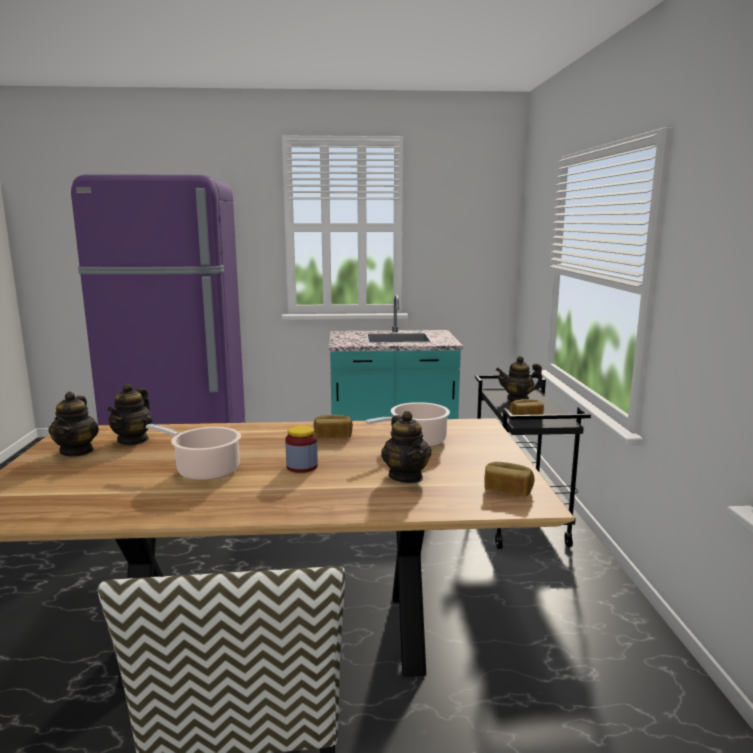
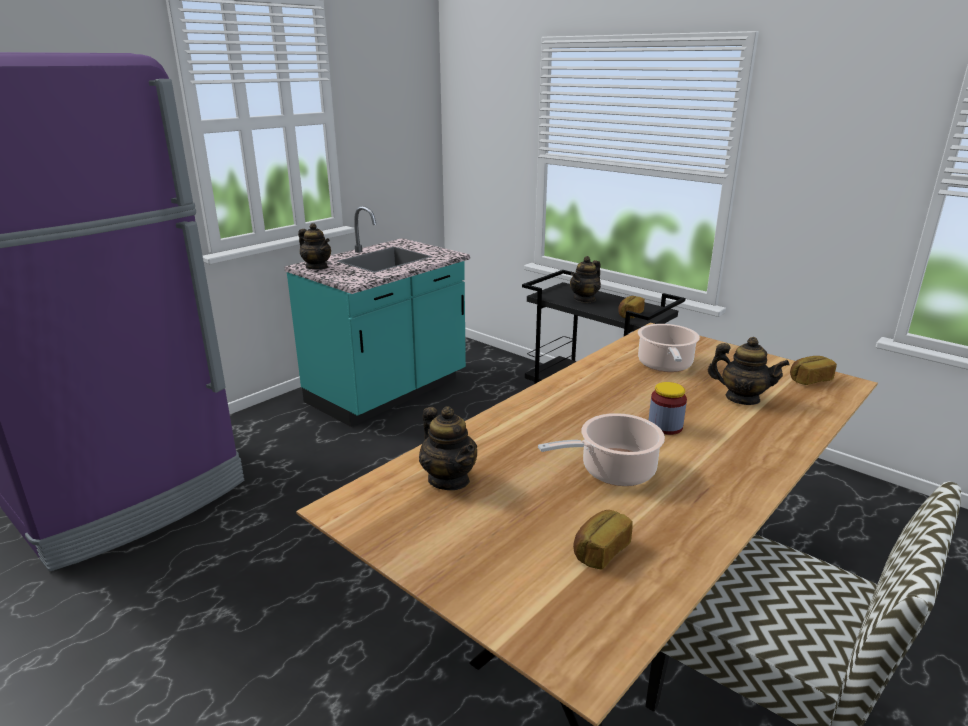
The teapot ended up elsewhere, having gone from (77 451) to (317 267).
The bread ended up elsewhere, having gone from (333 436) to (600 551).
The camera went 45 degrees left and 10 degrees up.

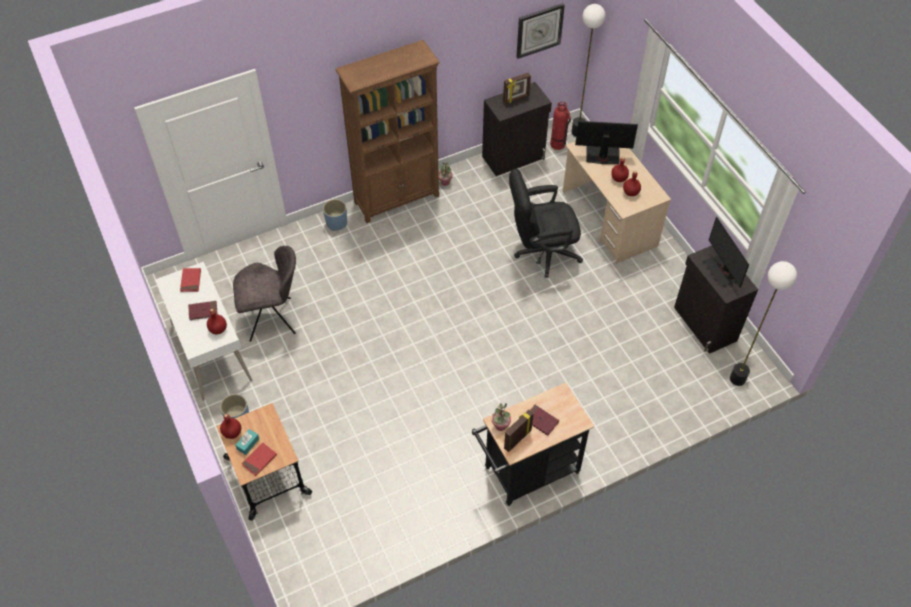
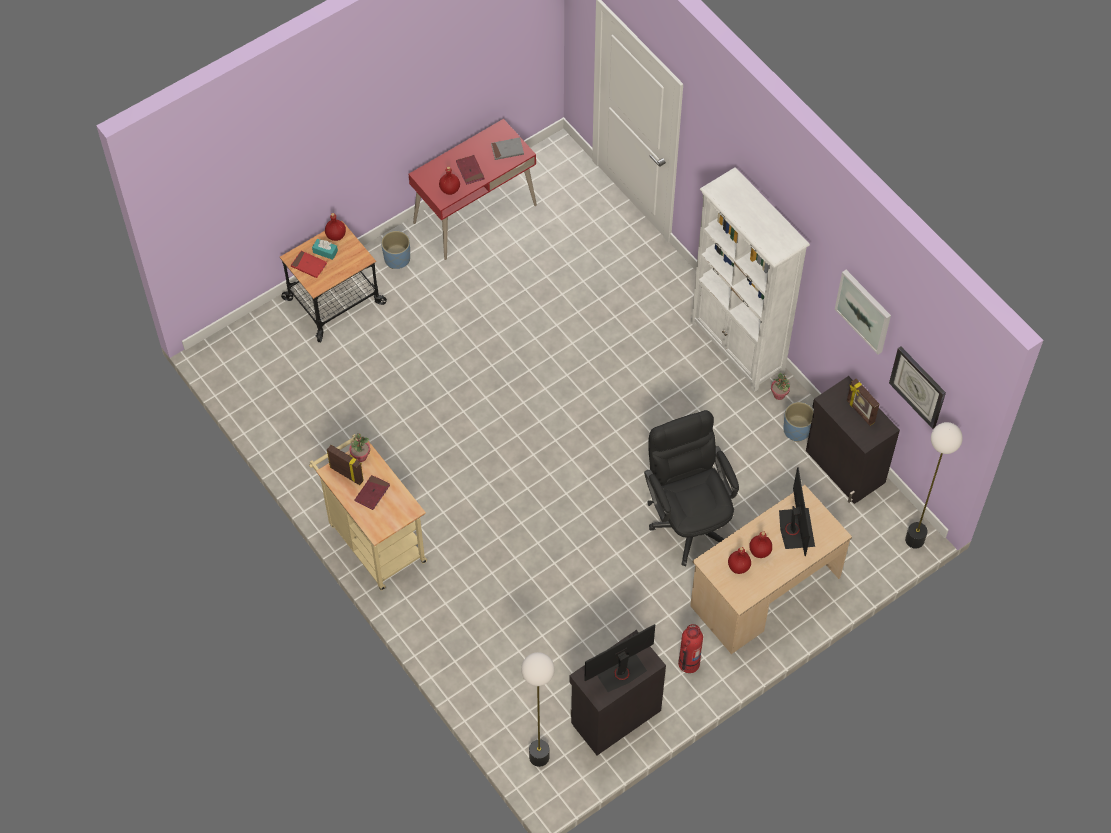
What was the bookcase (brown) at (397 199) turned into the bookcase (white) at (737 347).
The fire extinguisher ended up elsewhere, having gone from (557 144) to (688 663).
The planter (blue) ended up elsewhere, having gone from (336 223) to (797 430).
The second view lost the chair (grey) at (273 319).
What was the desk (white) at (210 352) turned into the desk (red) at (474 214).
What was the book (red) at (191 281) turned into the book (grey) at (507 150).
What was the cart (black) at (526 473) turned into the cart (beige) at (373 539).
The second view gained the picture at (864 311).
The camera went 80 degrees right and 5 degrees up.

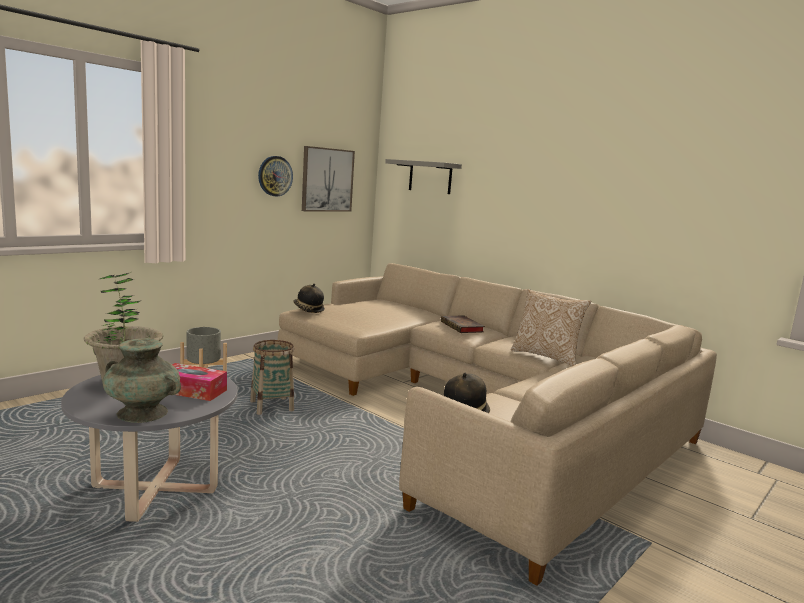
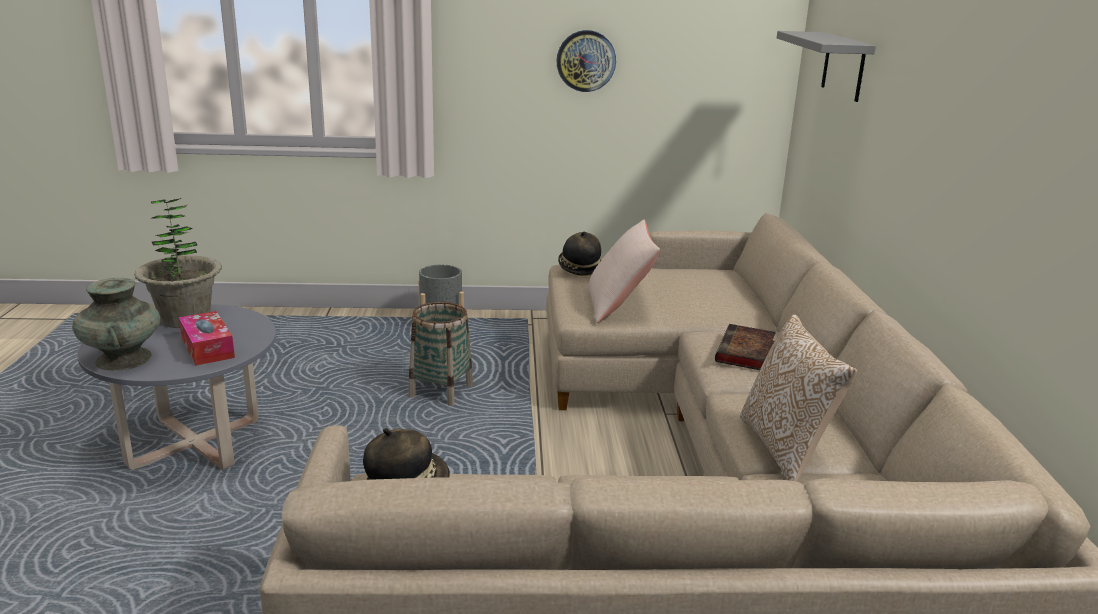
The second view lost the picture at (327 180).
The second view gained the pillow (beige) at (618 305).
The camera went 45 degrees right and 10 degrees up.

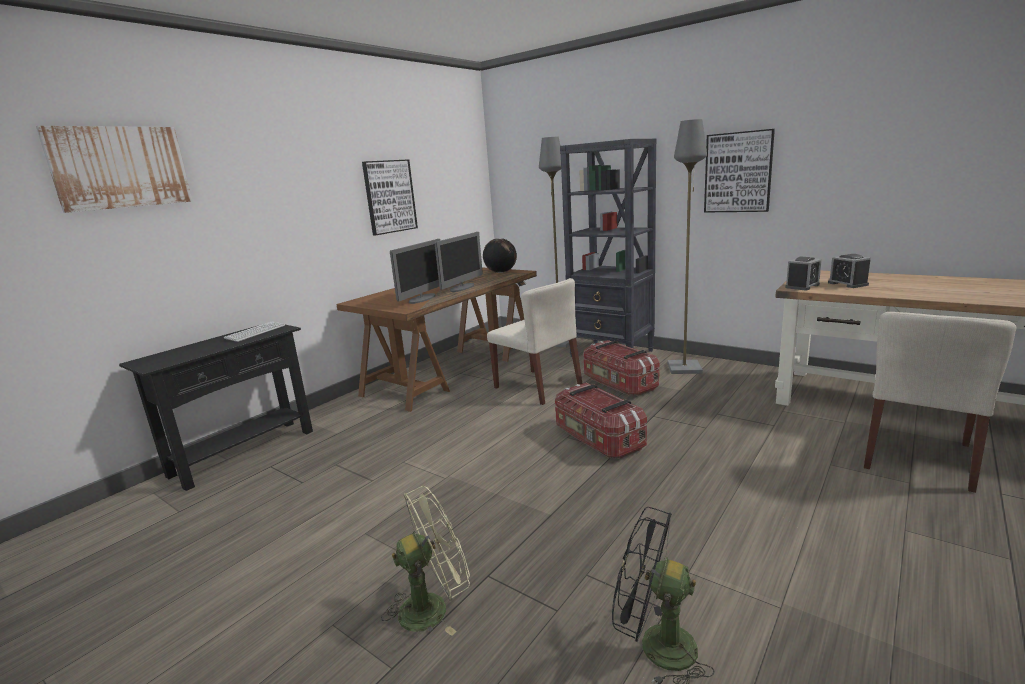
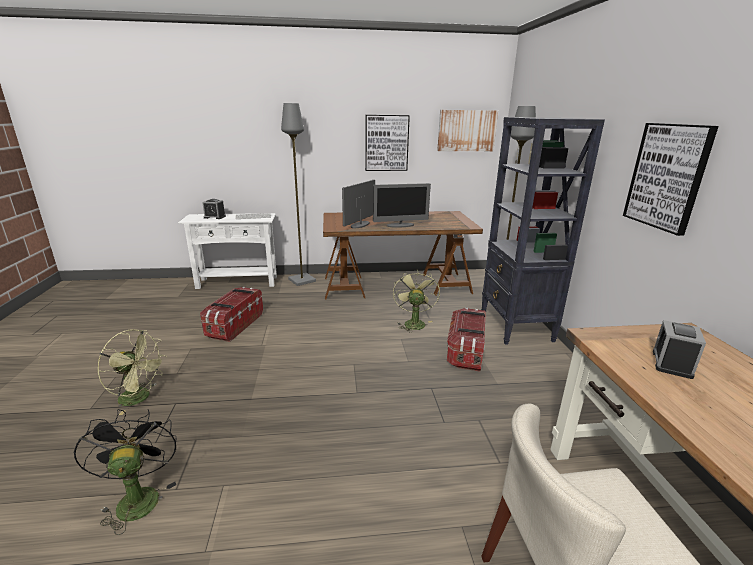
The floor lamp (grey) ended up elsewhere, having gone from (684 368) to (302 280).
The picture ended up elsewhere, having gone from (120 167) to (466 130).
The second view lost the globe at (500 272).
The monitor at (422 299) ended up facing another way, 135 degrees clockwise from before.
The alarm clock ended up elsewhere, having gone from (802 286) to (214 217).
Where the chair (beige) stood at (538 386), the fan (green) came to stand at (413 322).
What was the console table (black) at (244 452) turned into the console table (white) at (237 282).
The storage box ended up elsewhere, having gone from (597 439) to (234 325).
The camera went 45 degrees right and 5 degrees up.

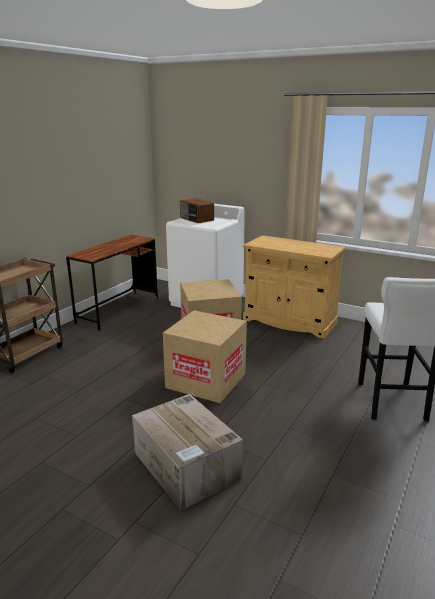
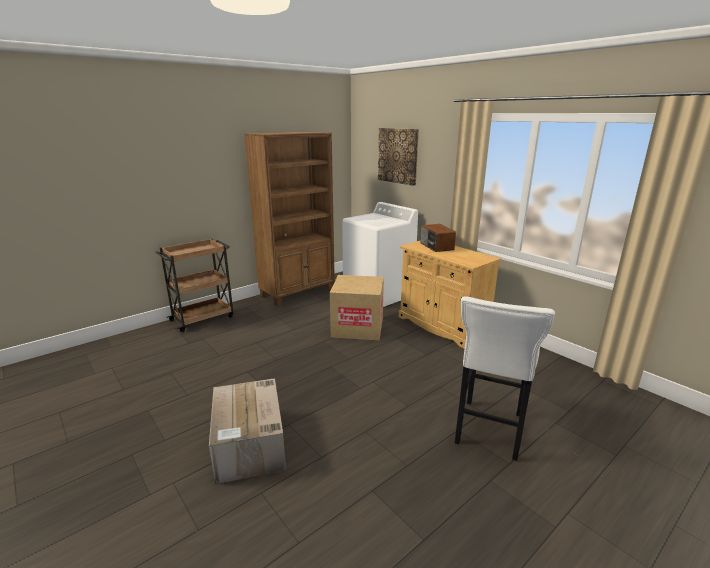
The radio ended up elsewhere, having gone from (196 219) to (436 246).
Where the desk (brown) stood at (118 310), the bookcase (brown) came to stand at (298 292).
The second view lost the cardboard box at (206 380).
The second view gained the picture at (398 156).
The camera went 20 degrees right and 0 degrees up.

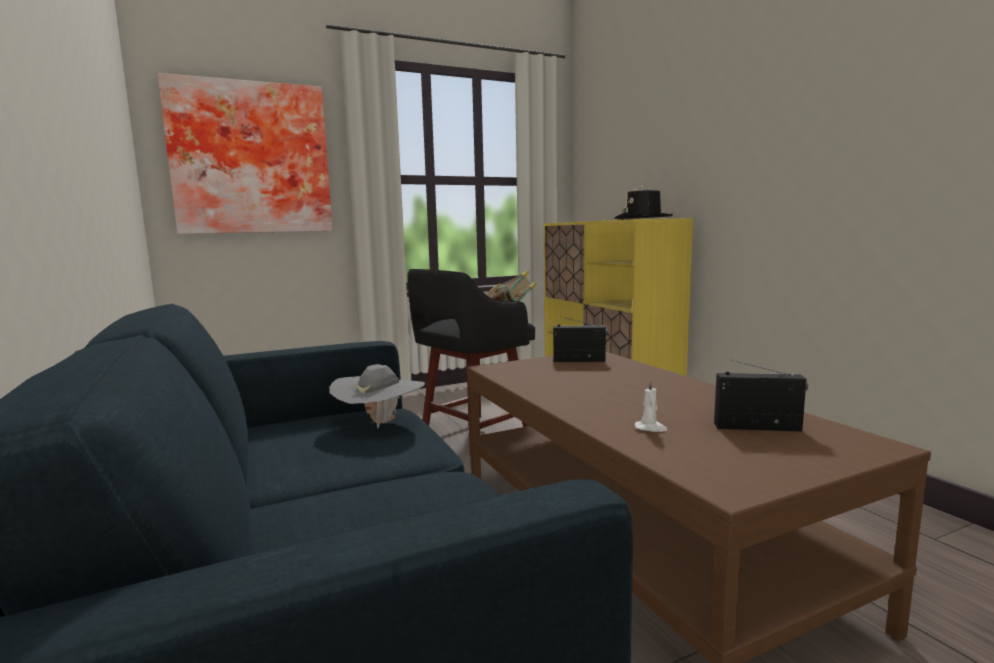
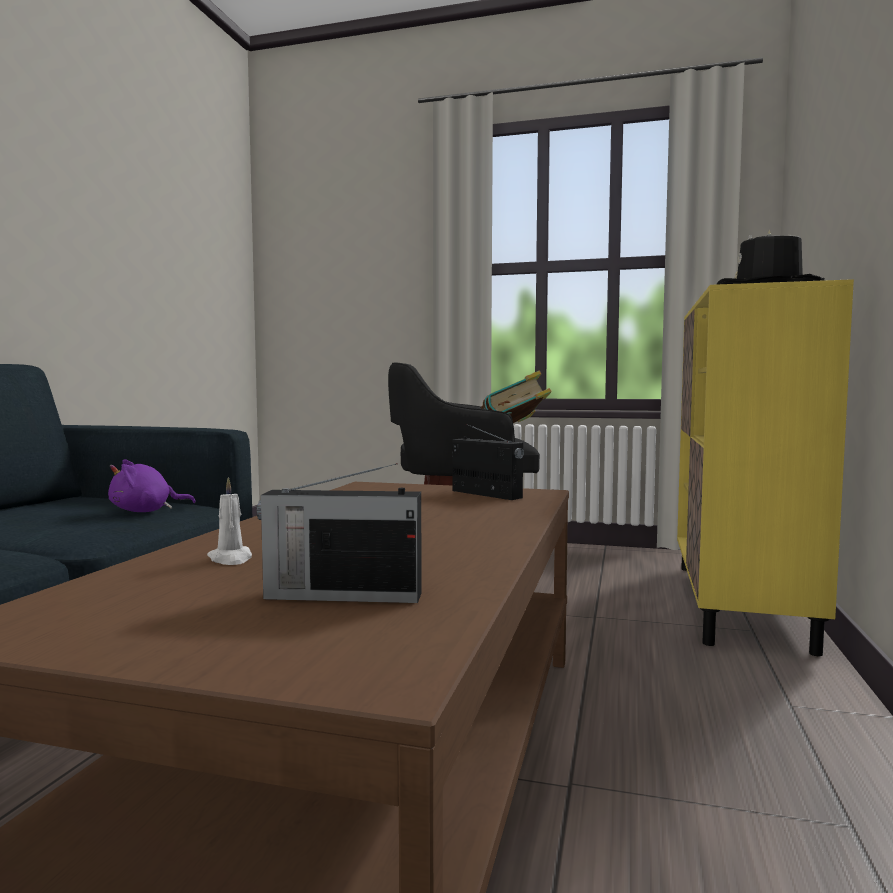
The second view lost the picture at (251 159).
The radio at (759 427) ended up facing another way, 135 degrees clockwise from before.
Where the hat (grey) stood at (380 423), the plush toy (purple) came to stand at (146 511).
The camera went 40 degrees right and 5 degrees down.

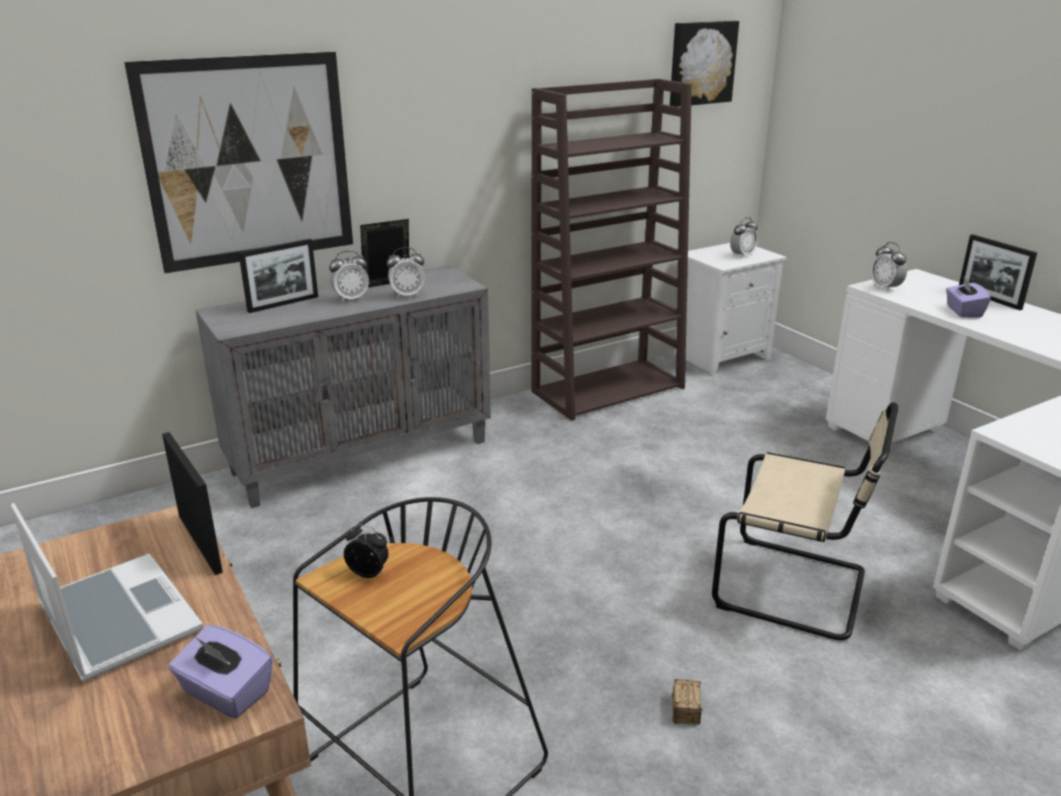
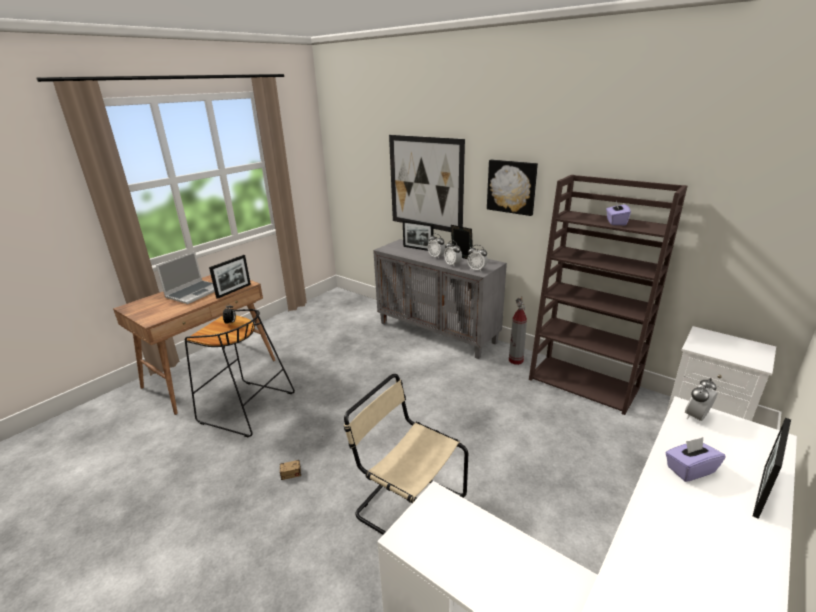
The picture ended up elsewhere, having gone from (701 63) to (512 186).
The alarm clock ended up elsewhere, having gone from (742 255) to (477 269).
The chair (beige) at (796 589) ended up facing another way, 120 degrees clockwise from before.
The tissue box (purple) ended up elsewhere, having gone from (225 693) to (615 222).
The second view gained the fire extinguisher at (516 360).
The camera went 70 degrees right and 0 degrees up.

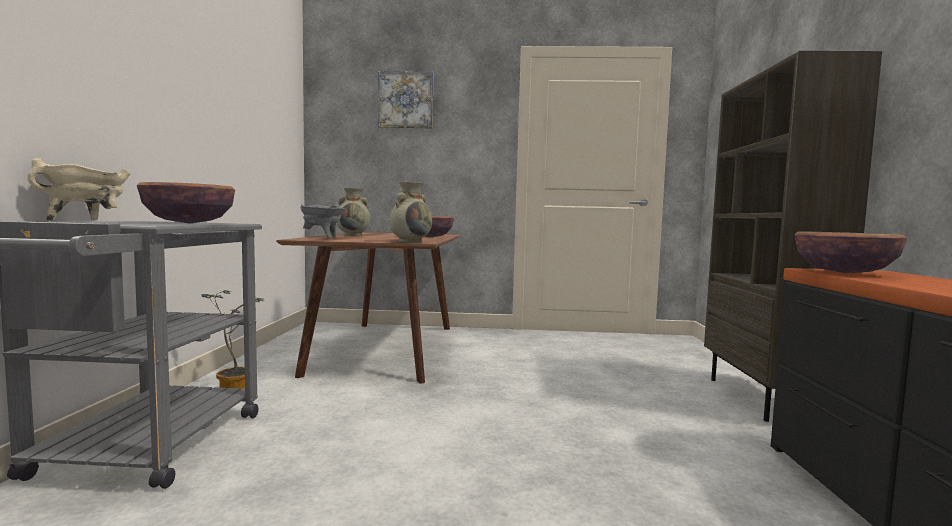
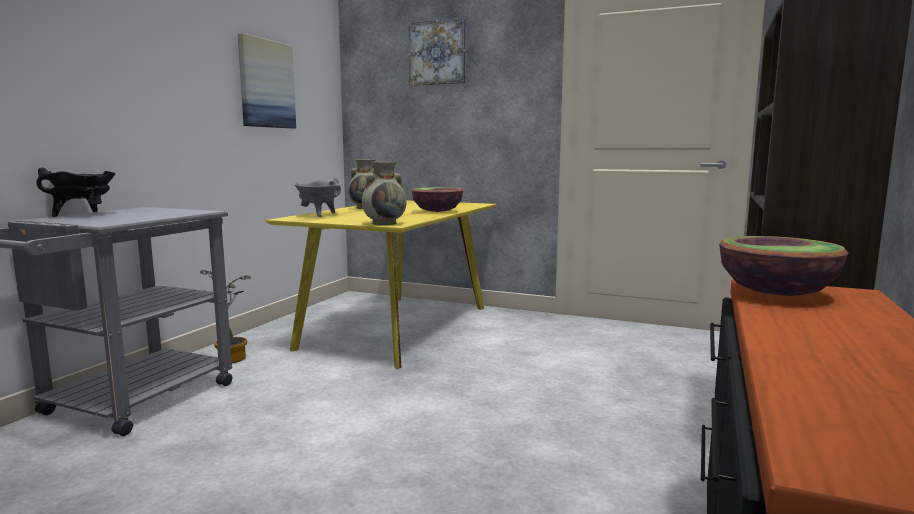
What was the cooking pot (beige) at (87 221) turned into the cooking pot (black) at (84 214).
The second view lost the bowl at (189 223).
What was the dining table (brown) at (388 348) turned into the dining table (yellow) at (399 327).
The second view gained the picture at (266 84).
The camera went 20 degrees right and 5 degrees up.

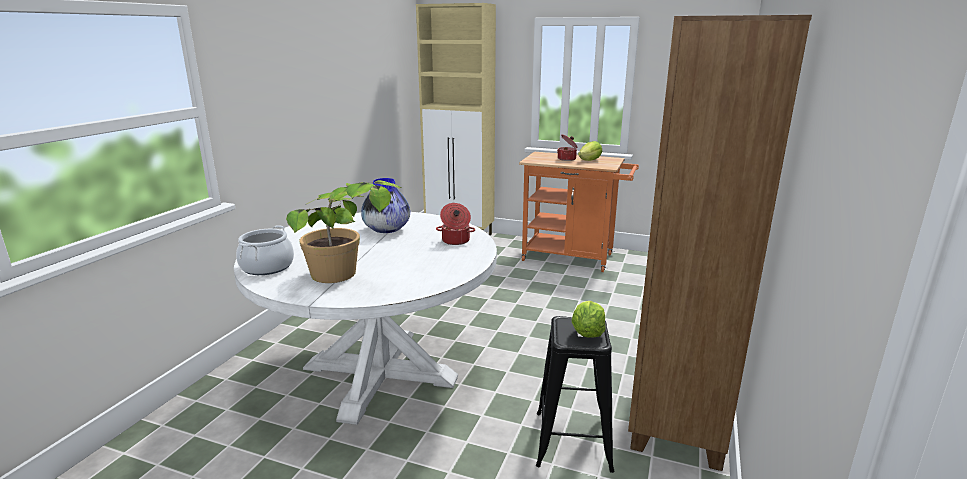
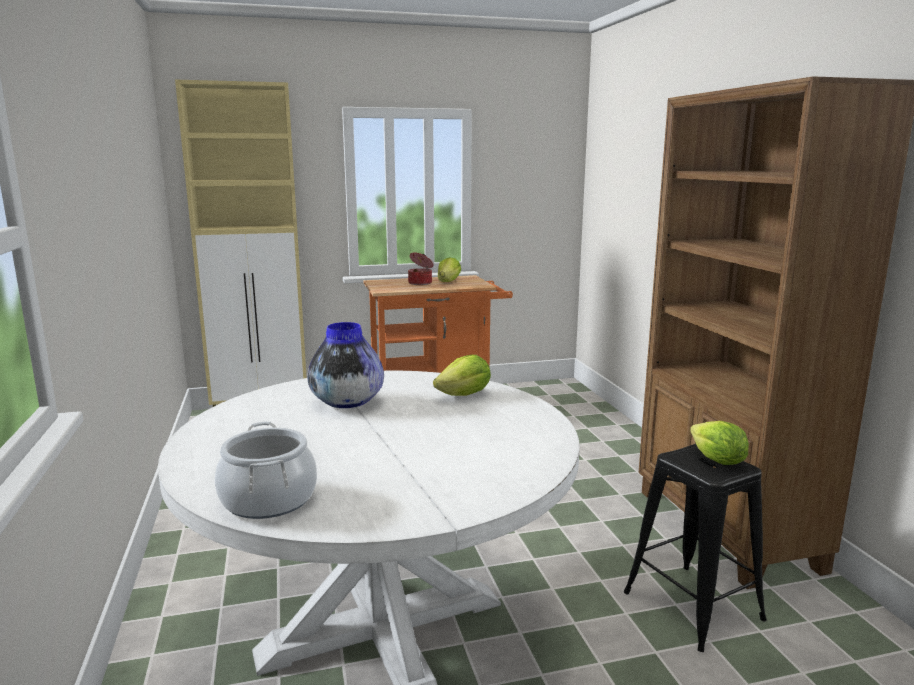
The second view lost the potted plant at (347 281).
Where the cooking pot stood at (455 241), the lettuce came to stand at (464 395).
The camera went 35 degrees left and 5 degrees down.

